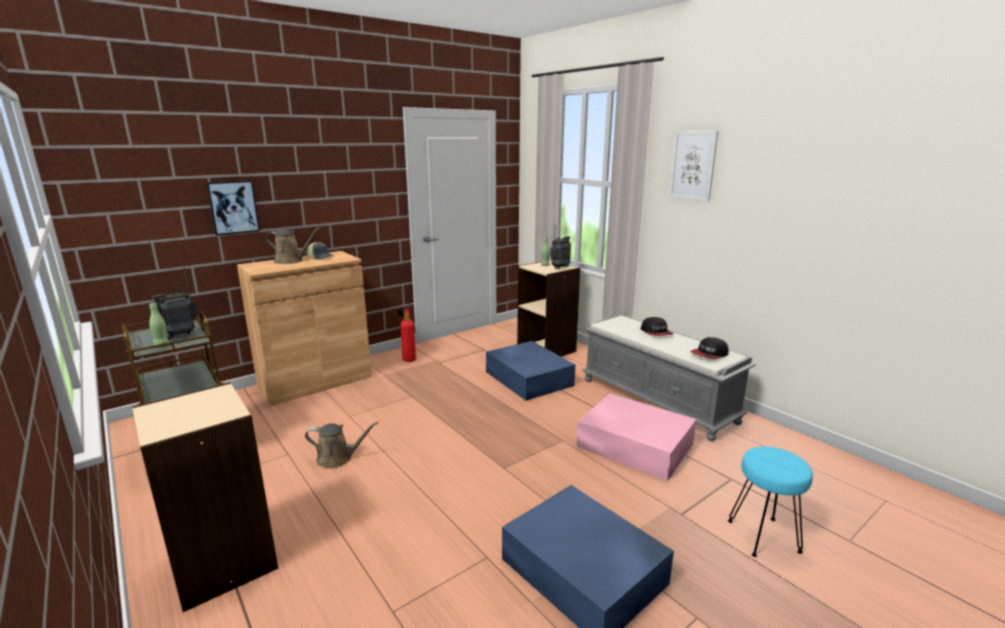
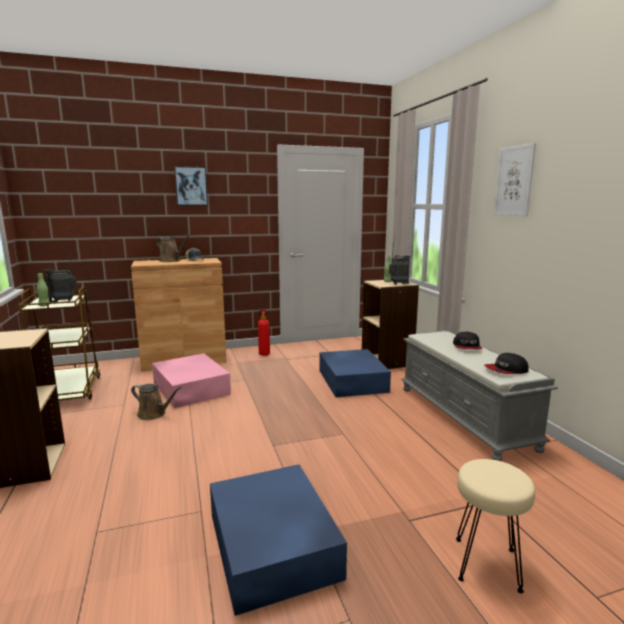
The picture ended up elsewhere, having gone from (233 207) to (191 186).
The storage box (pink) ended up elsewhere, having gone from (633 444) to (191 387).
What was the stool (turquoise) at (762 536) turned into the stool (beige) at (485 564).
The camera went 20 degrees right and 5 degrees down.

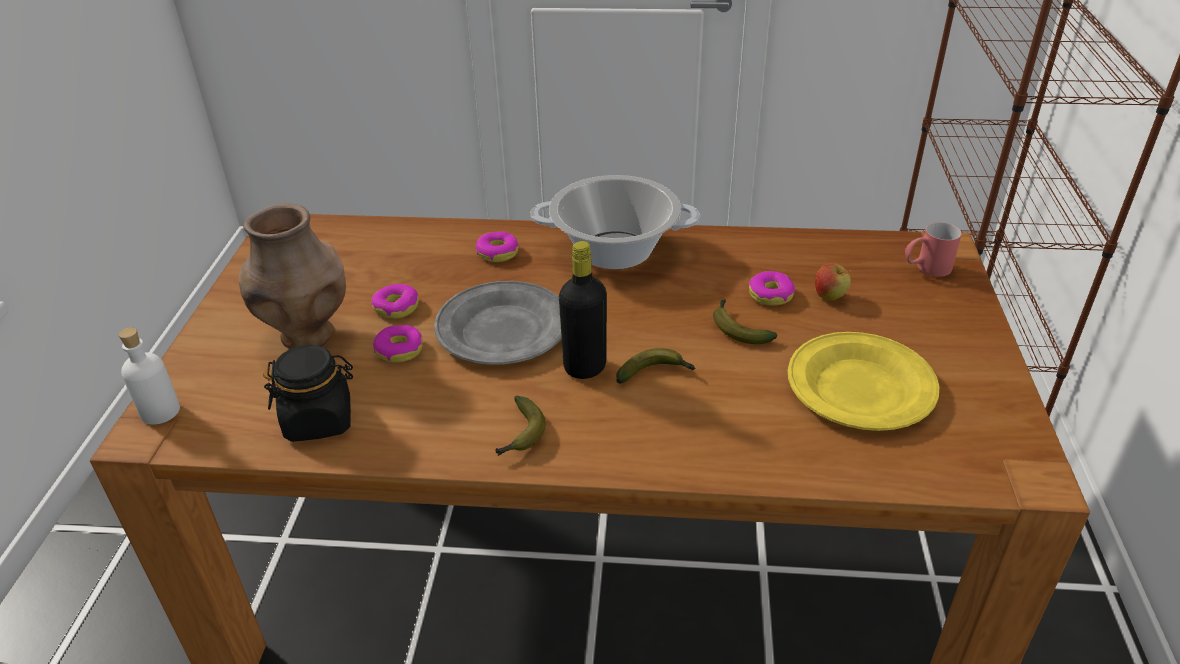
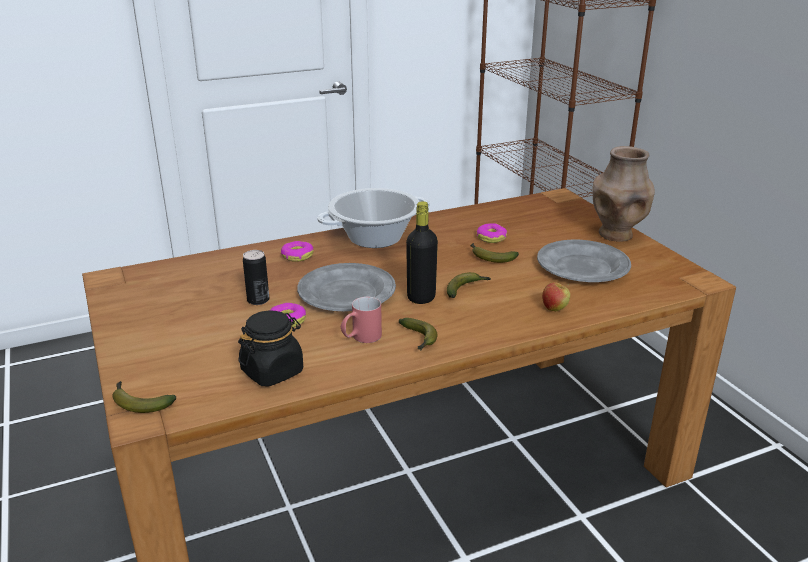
The vase (brown) ended up elsewhere, having gone from (307 336) to (616 235).
The mug (red) ended up elsewhere, having gone from (926 268) to (361 338).
The apple ended up elsewhere, having gone from (830 297) to (554 309).
Where the donut stood at (396 307), the can came to stand at (258 300).
Where the bottle (white) stood at (160 411), the banana came to stand at (139 403).
What was the plate (yellow) at (860 387) turned into the plate (grey) at (582 266).
The camera went 30 degrees left and 10 degrees down.

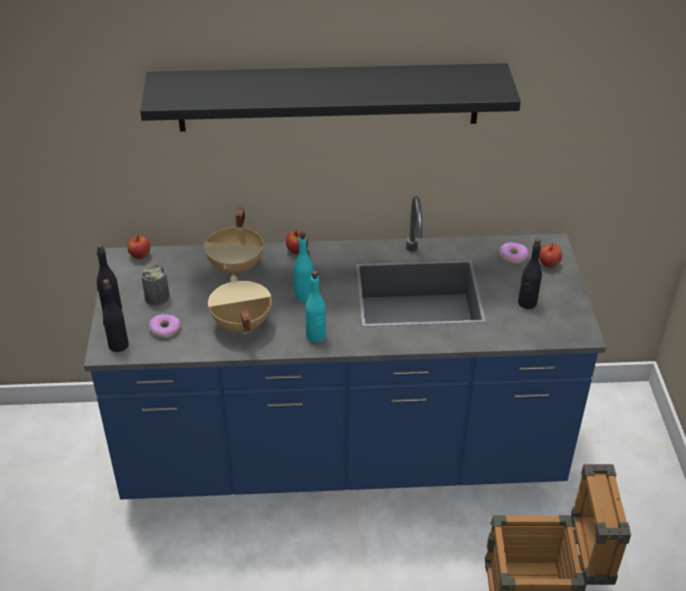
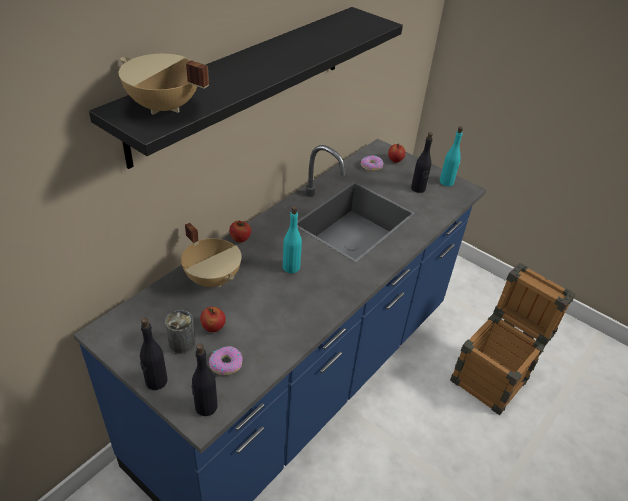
The apple ended up elsewhere, having gone from (140 256) to (213 327).
The bottle (turquoise) ended up elsewhere, having gone from (316 336) to (446 182).
The cooking pot (beige) ended up elsewhere, having gone from (240 325) to (163 108).
The camera went 50 degrees left and 0 degrees up.

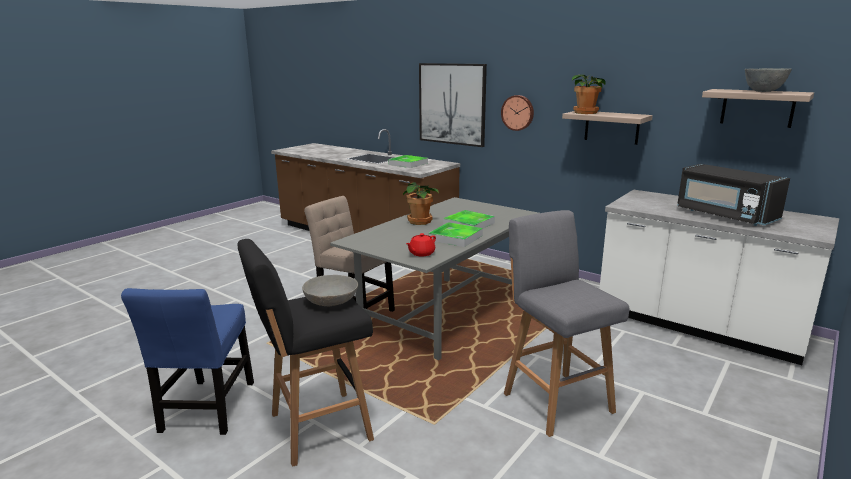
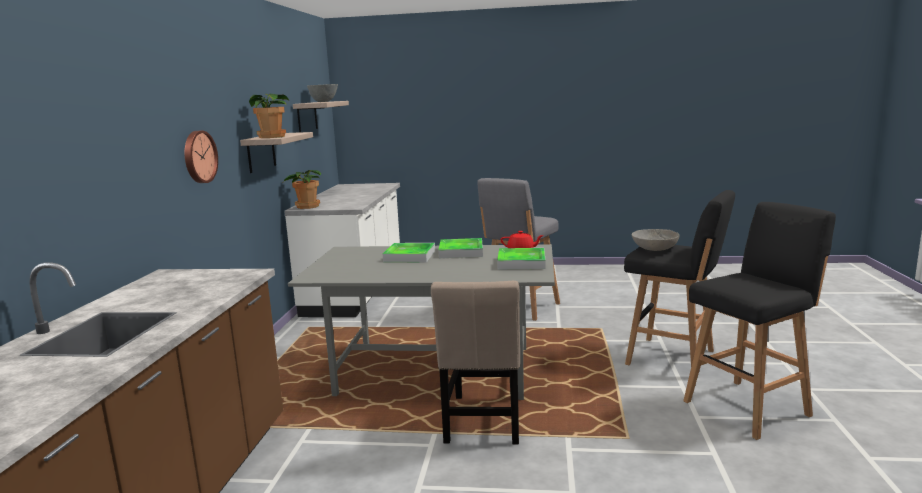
The second view lost the picture at (452 104).
The tray ended up elsewhere, having gone from (408 164) to (521 262).
The second view lost the microwave (black) at (724 215).
The potted plant ended up elsewhere, having gone from (420 221) to (307 206).
Where the chair (blue) stood at (207 410), the stool (black) came to stand at (749 407).
The camera went 120 degrees left and 5 degrees down.

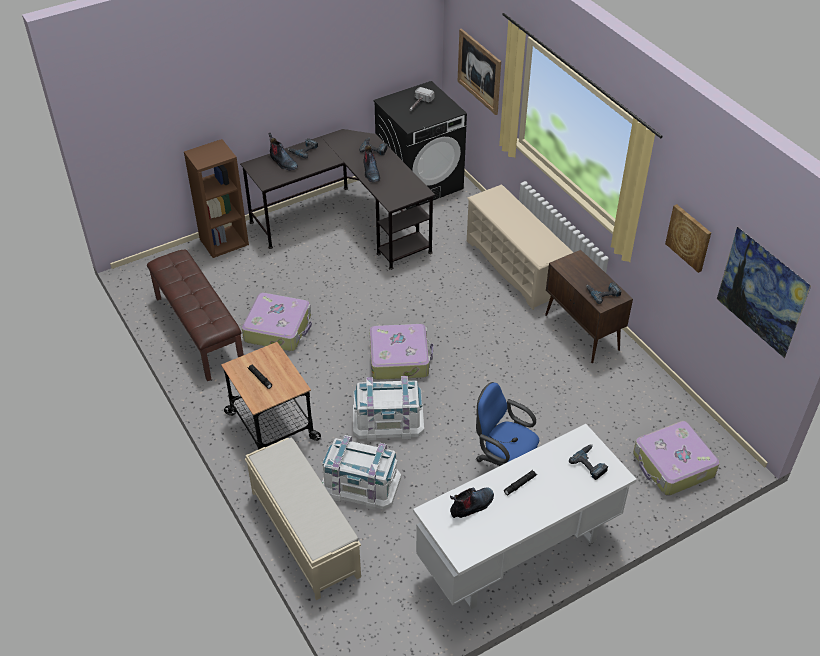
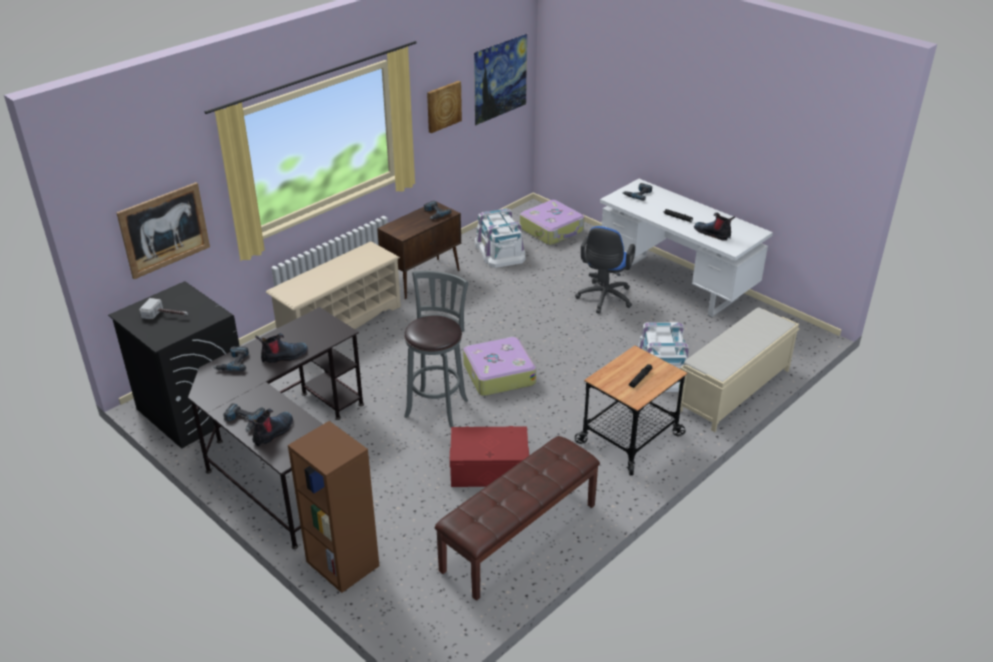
Where the suitcase stood at (278 328), the storage box (red) came to stand at (489 469).
The storage box (white) ended up elsewhere, having gone from (388 419) to (499 251).
The second view gained the stool (grey) at (437 406).
The camera went 105 degrees left and 10 degrees down.

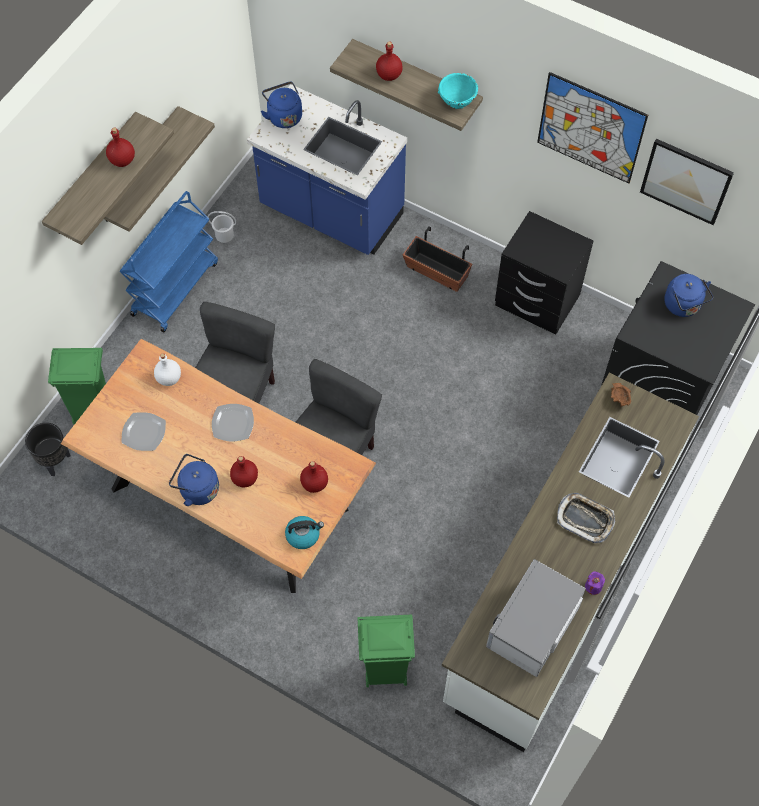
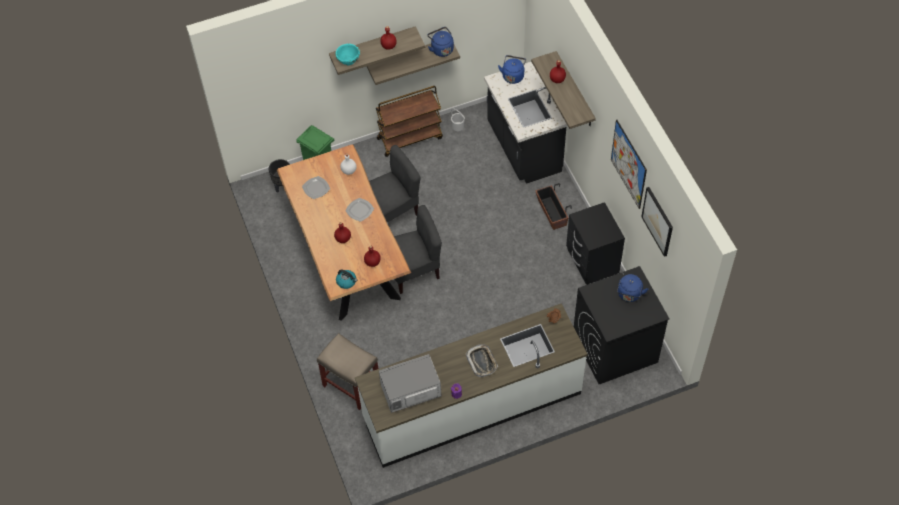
The bowl (turquoise) ended up elsewhere, having gone from (456 102) to (348 61).
What was the counter (blue) at (331 213) turned into the counter (black) at (523 148).
What was the cart (blue) at (175 287) turned into the cart (brown) at (410 138).
The kettle (blue) ended up elsewhere, having gone from (197 489) to (441 49).
Where the trash can (green) stood at (384 670), the stool (beige) came to stand at (351 385).
The camera went 40 degrees right and 5 degrees down.

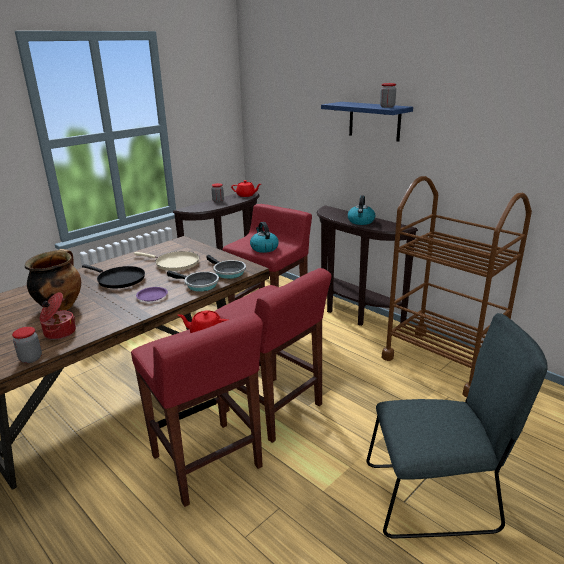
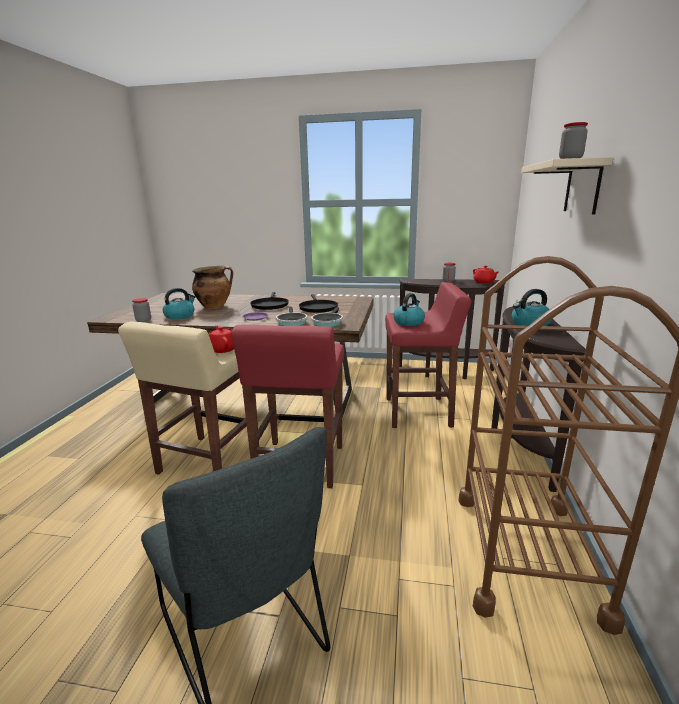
What was the shelf (blue) at (374 121) turned into the shelf (beige) at (582 187).
What was the frying pan (beige) at (174 263) turned into the frying pan (black) at (317 308).
Where the cooking pot stood at (59 332), the kettle came to stand at (180 316).
What was the stool (red) at (207 463) turned into the stool (beige) at (208 462).
The camera went 55 degrees right and 5 degrees down.

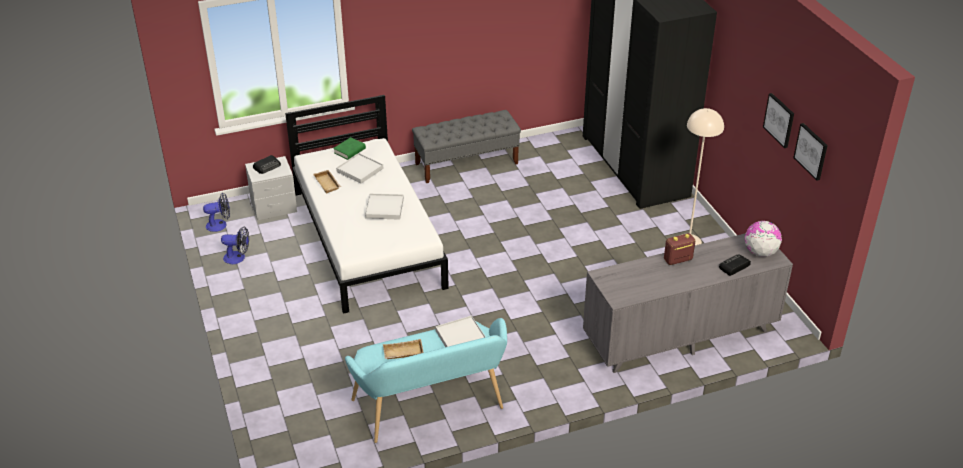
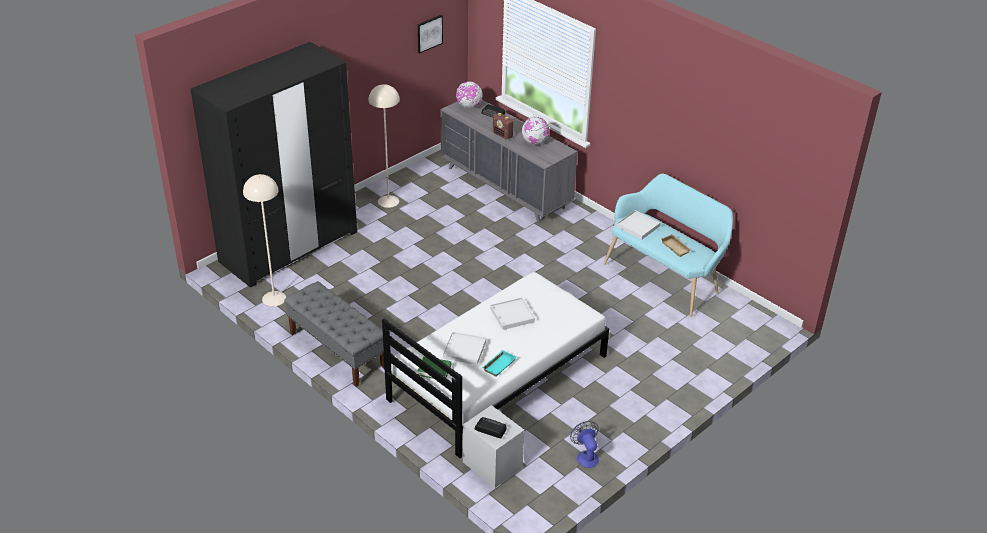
The second view lost the picture at (779 120).
What was the tray (beige) at (328 183) turned into the tray (turquoise) at (498 365).
The second view lost the fan at (220 225).
The second view gained the globe at (535 142).
The second view gained the floor lamp (beige) at (274 298).
The camera went 115 degrees left and 0 degrees up.

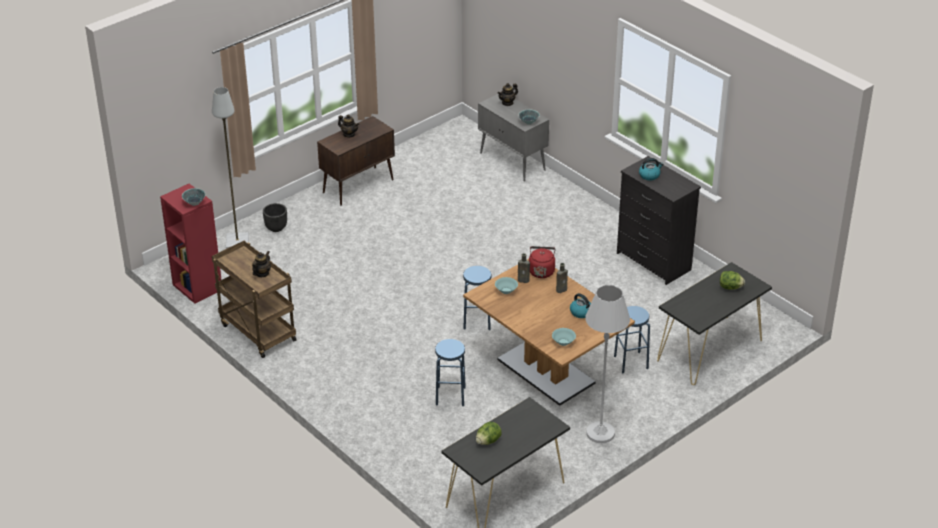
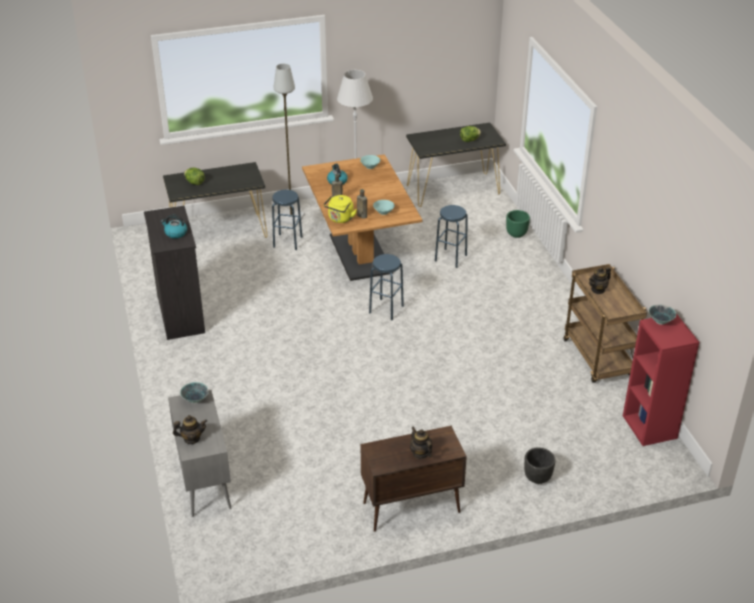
The floor lamp (grey) ended up elsewhere, having gone from (237 241) to (291 218).
What was the kettle (red) at (541 271) turned into the kettle (yellow) at (340 219).
The second view gained the planter (green) at (516 234).
The camera went 155 degrees left and 0 degrees up.

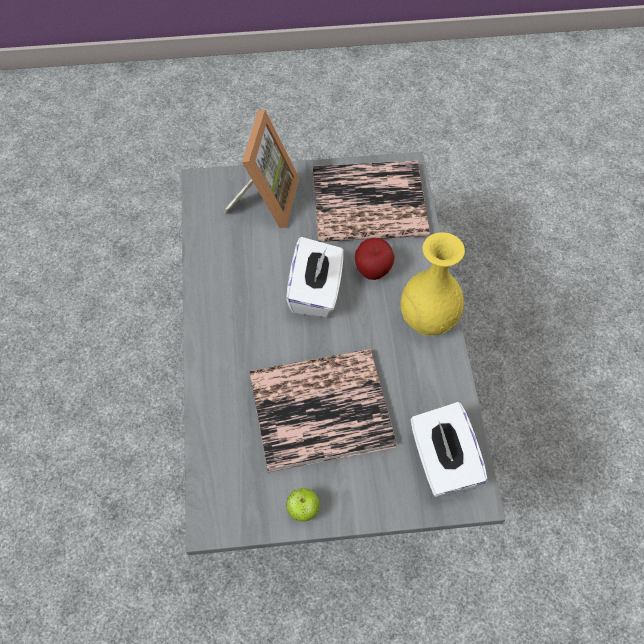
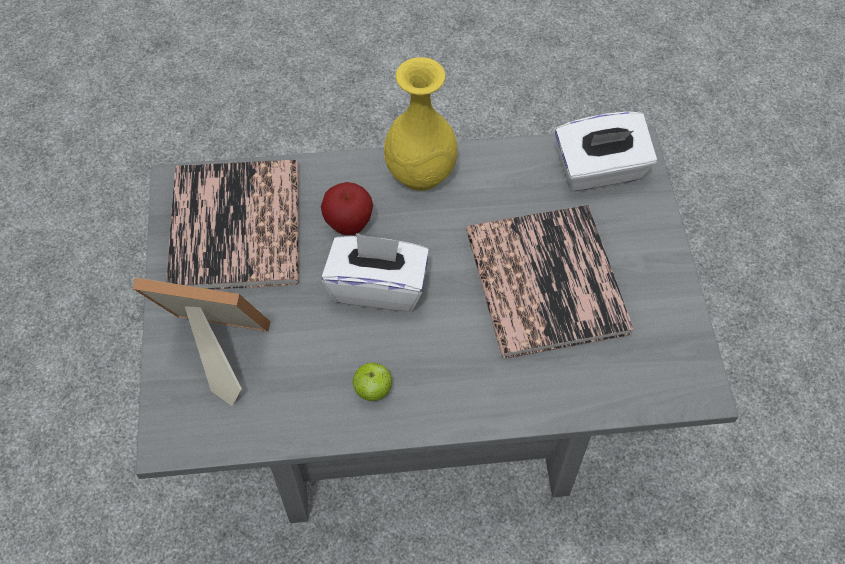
The apple ended up elsewhere, having gone from (303 510) to (373 390).
The camera went 90 degrees left and 0 degrees up.

